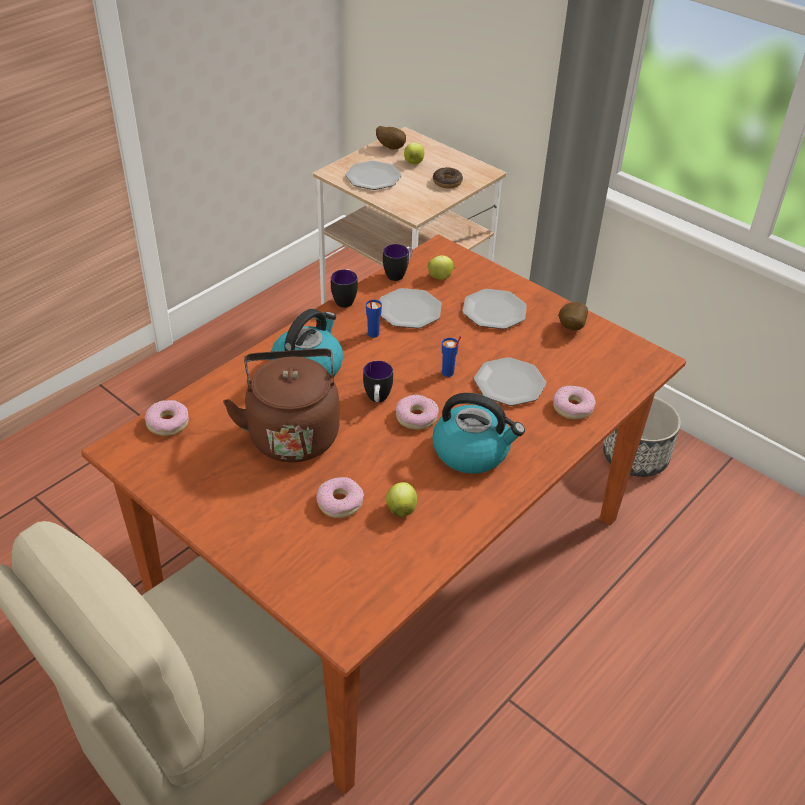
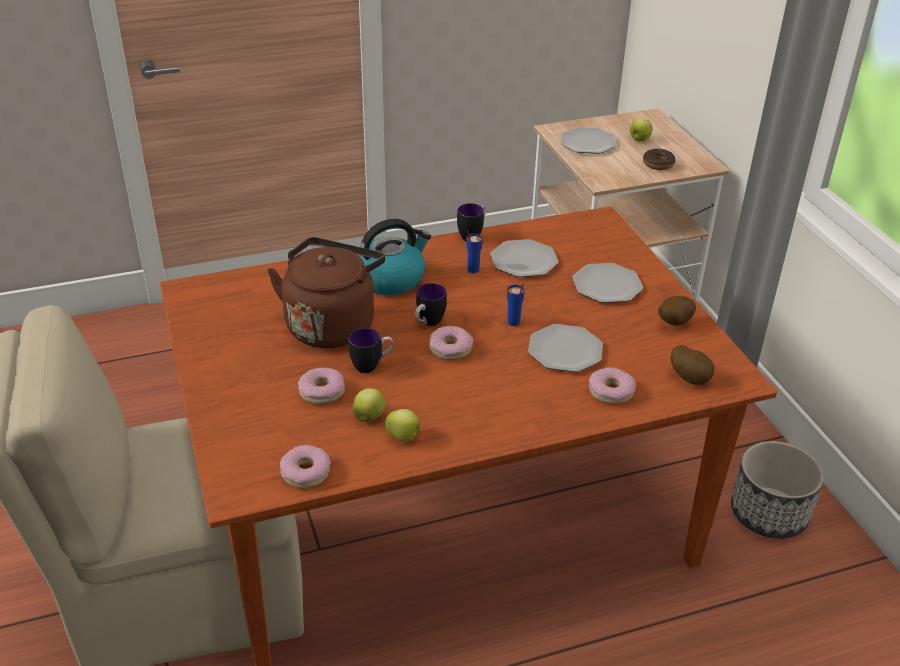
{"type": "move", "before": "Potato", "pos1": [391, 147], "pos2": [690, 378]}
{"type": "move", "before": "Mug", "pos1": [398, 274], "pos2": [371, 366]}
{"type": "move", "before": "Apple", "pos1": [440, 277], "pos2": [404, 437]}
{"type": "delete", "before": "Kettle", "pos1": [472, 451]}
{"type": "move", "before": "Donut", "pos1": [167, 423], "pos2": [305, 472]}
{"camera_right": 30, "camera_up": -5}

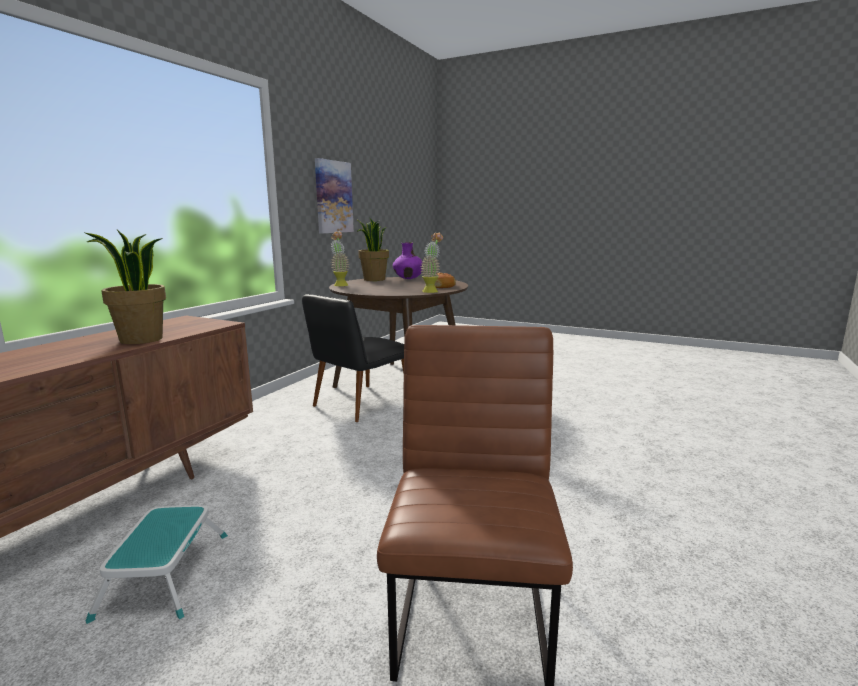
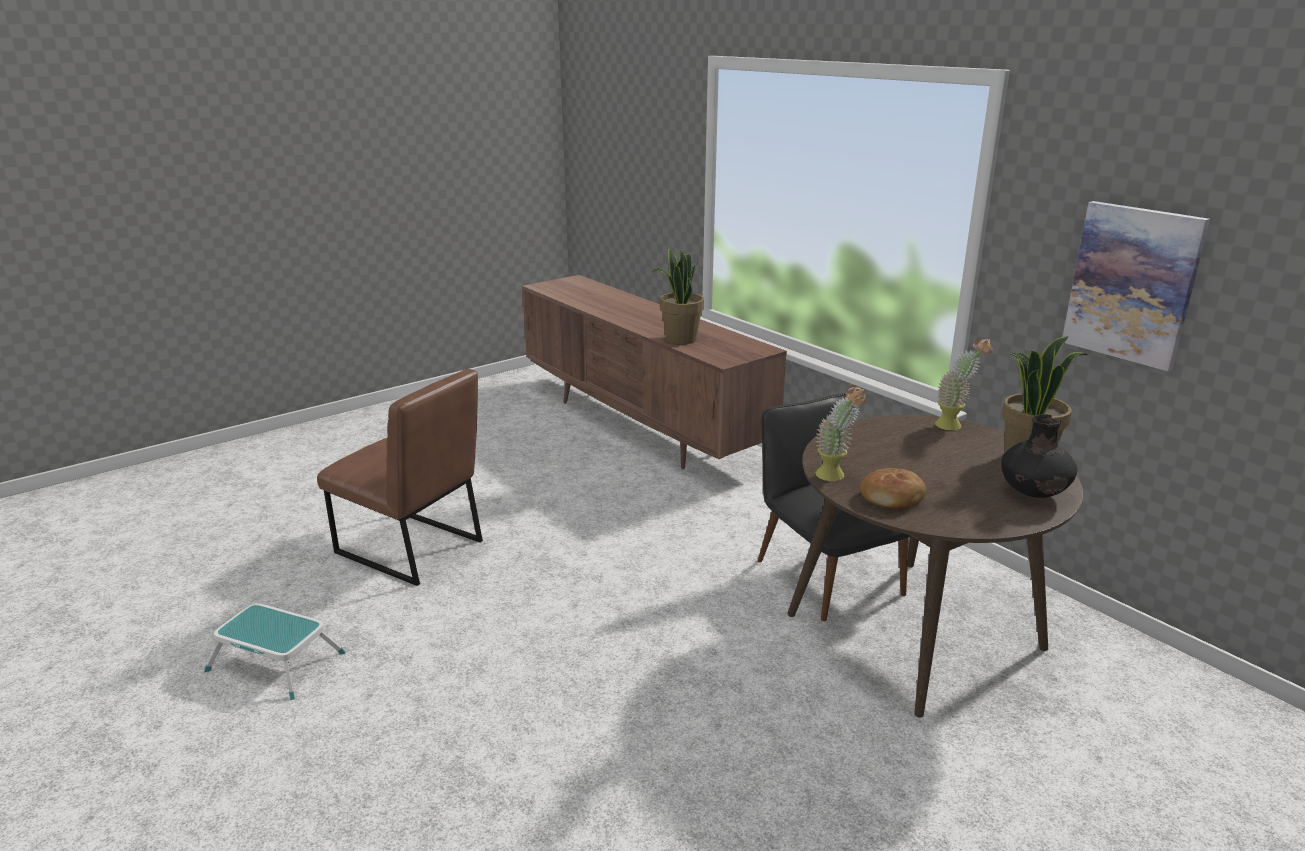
{"type": "recolor", "before": "PurpleVase", "after": "BlackVase", "pos1": [409, 279], "pos2": [1033, 493]}
{"type": "move", "before": "TurquoiseStepLadder", "pos1": [165, 574], "pos2": [275, 662]}
{"camera_right": 115, "camera_up": 10}

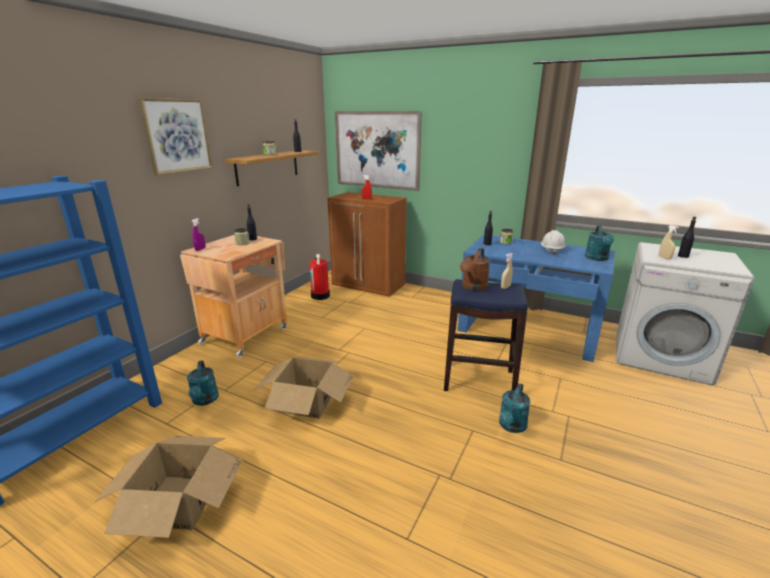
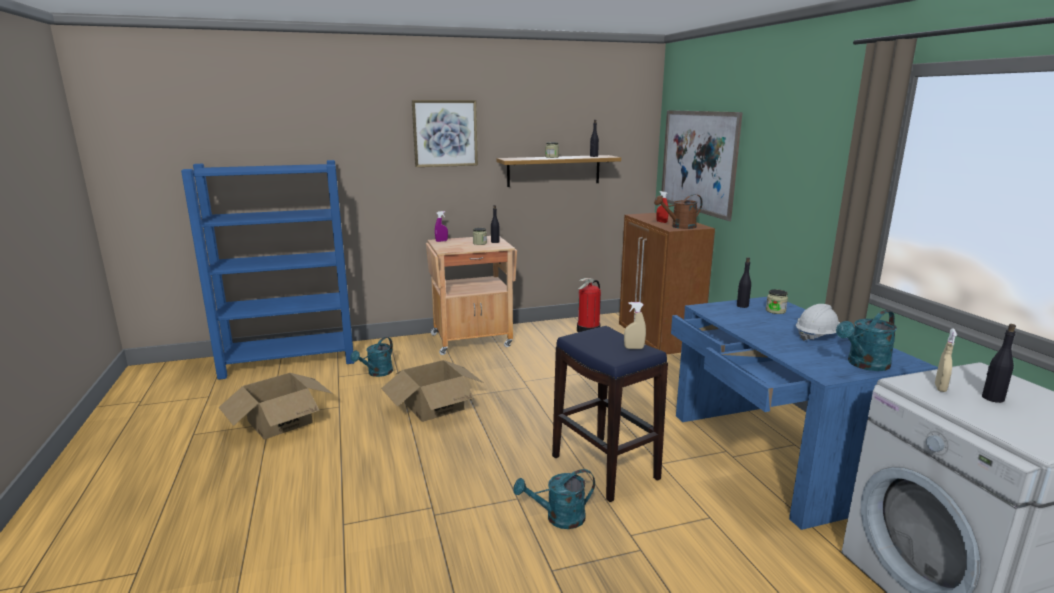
{"type": "move", "before": "BrownWateringCan", "pos1": [473, 287], "pos2": [679, 227]}
{"camera_right": 45, "camera_up": -5}

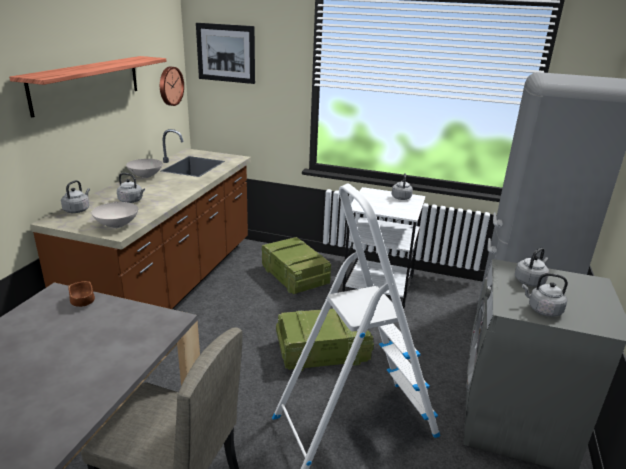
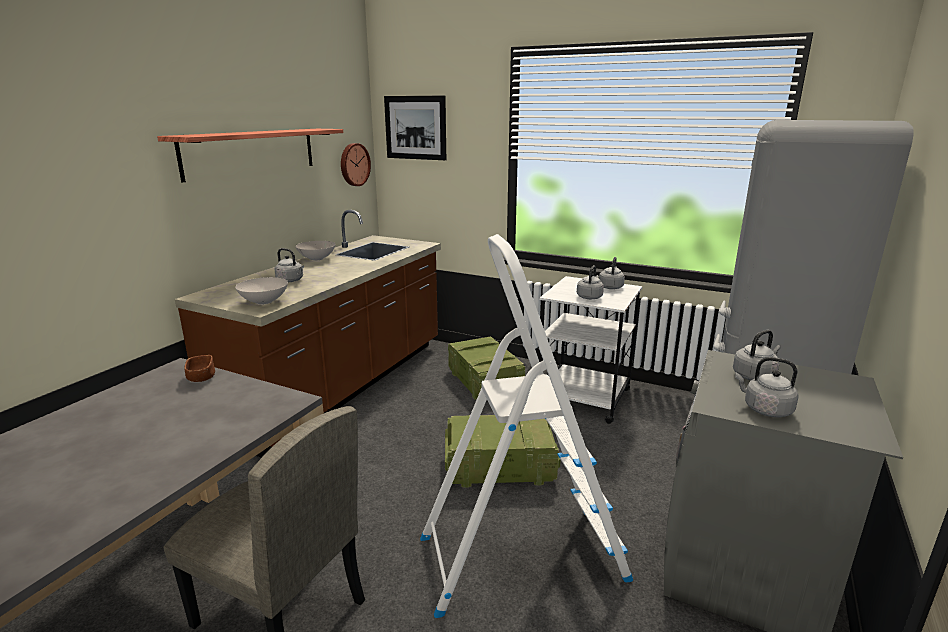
{"type": "move", "before": "GreyKettle", "pos1": [77, 210], "pos2": [590, 297]}
{"camera_right": 10, "camera_up": -5}

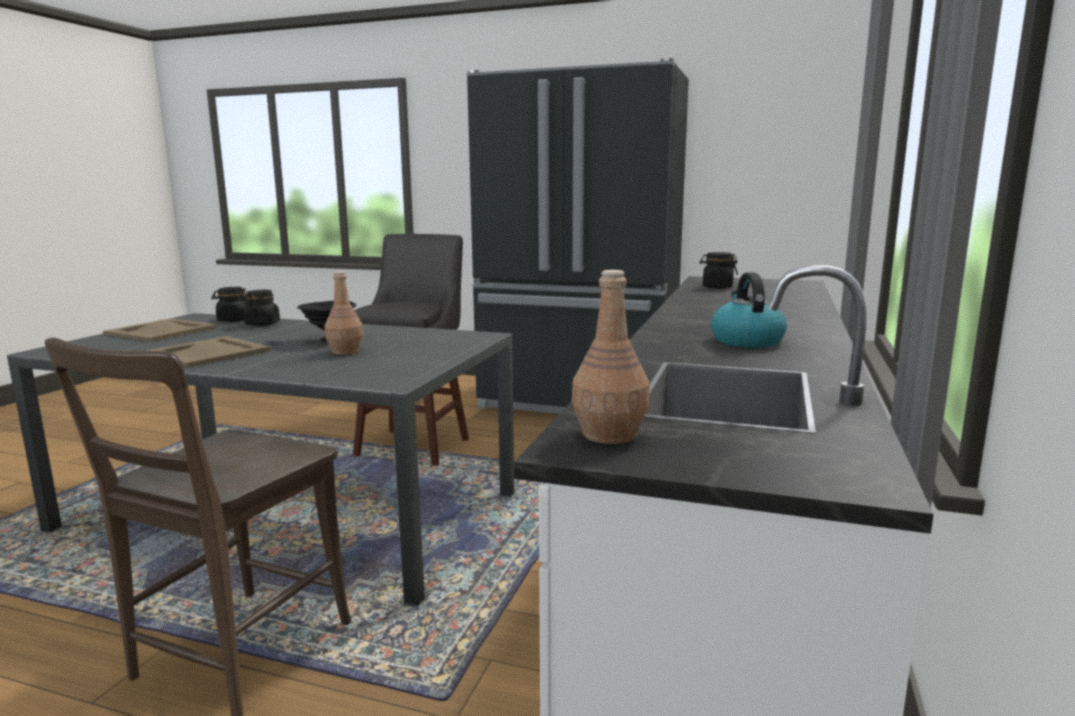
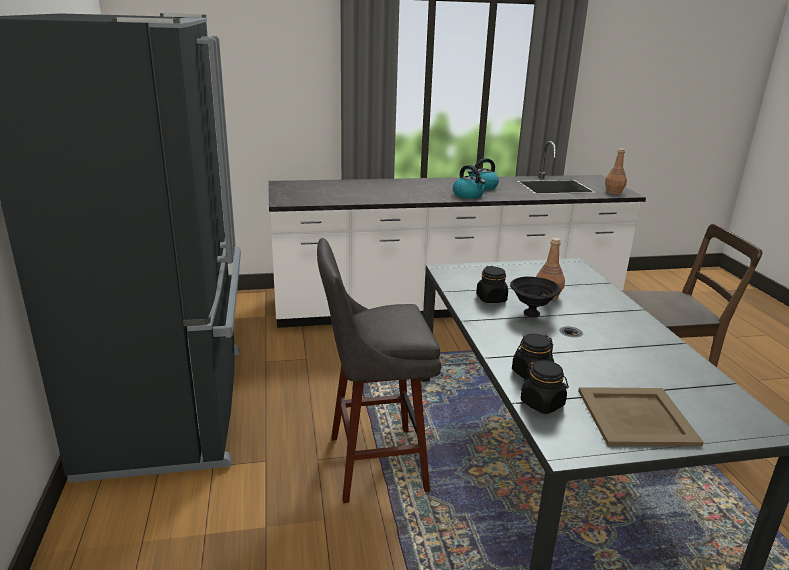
{"type": "move", "before": "BlackJar", "pos1": [717, 287], "pos2": [491, 299]}
{"type": "delete", "before": "BeigeTray", "pos1": [209, 352]}
{"type": "insert", "after": "Kettle", "pos2": [468, 195]}
{"camera_right": -120, "camera_up": 10}

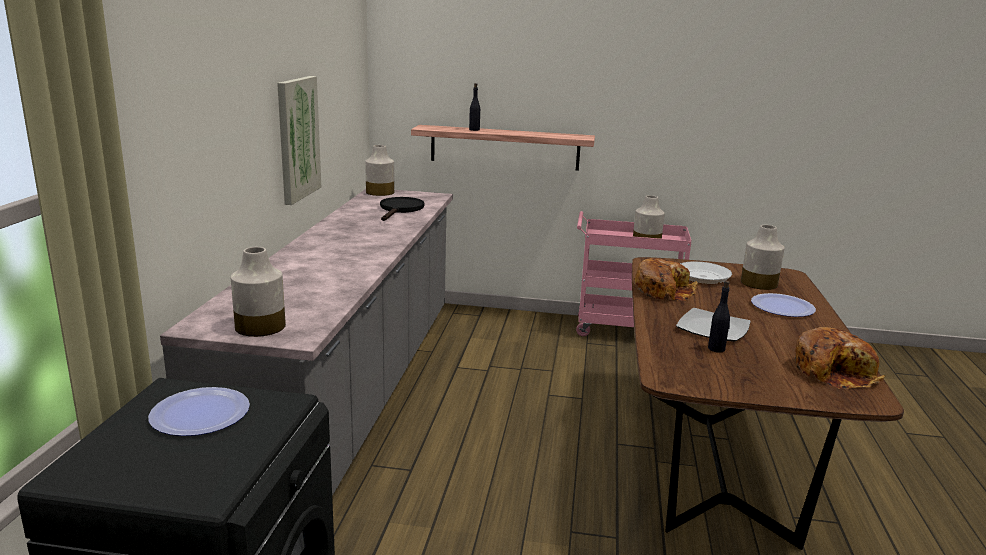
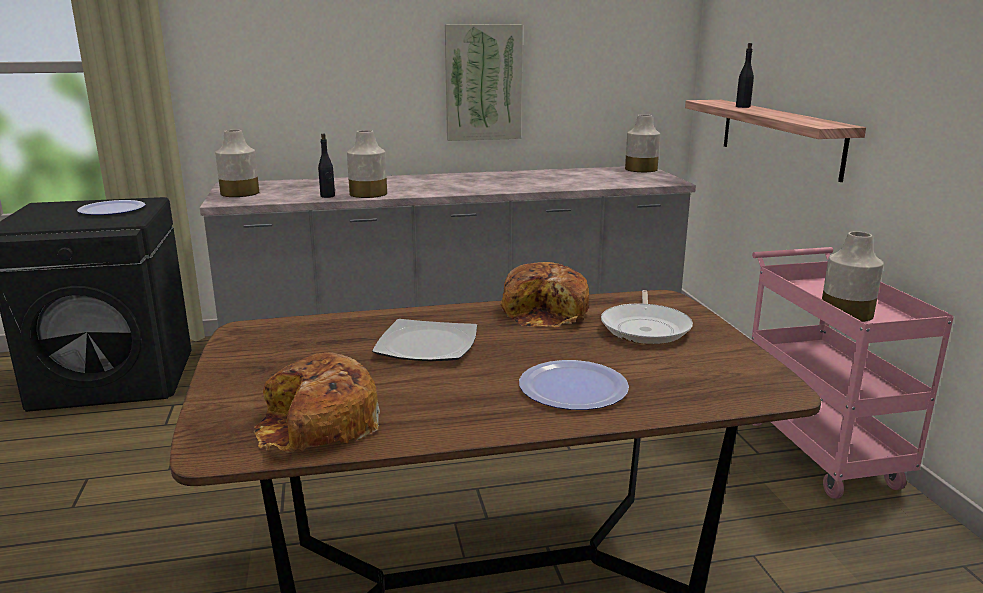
{"type": "delete", "before": "BlackFryingPan", "pos1": [400, 209]}
{"type": "move", "before": "BeigeVase", "pos1": [759, 283], "pos2": [367, 193]}
{"type": "move", "before": "BlackBottle", "pos1": [716, 349], "pos2": [327, 196]}
{"camera_right": 70, "camera_up": 0}

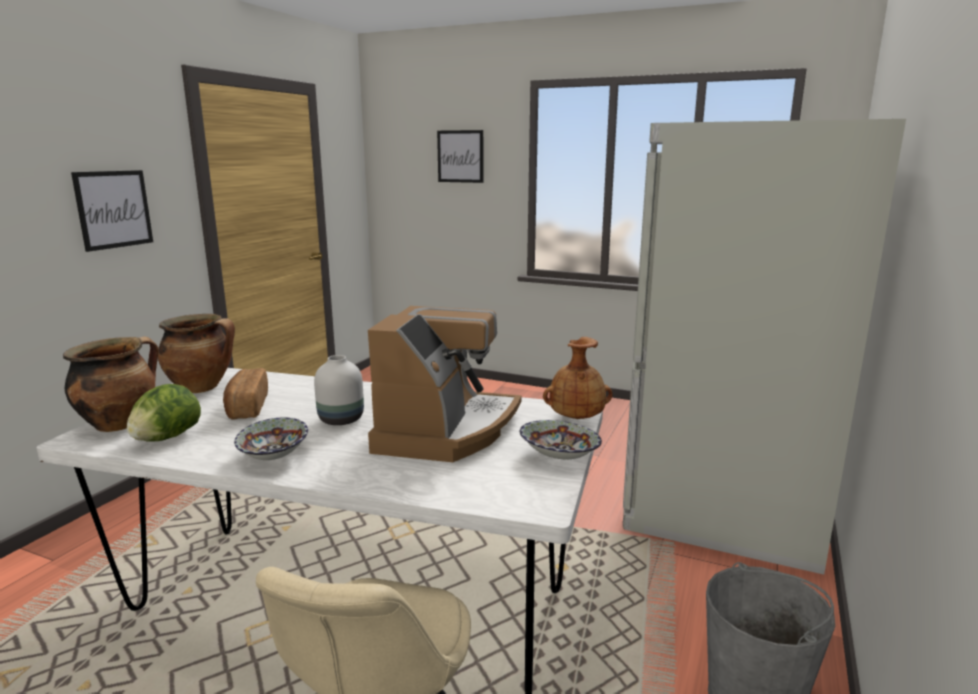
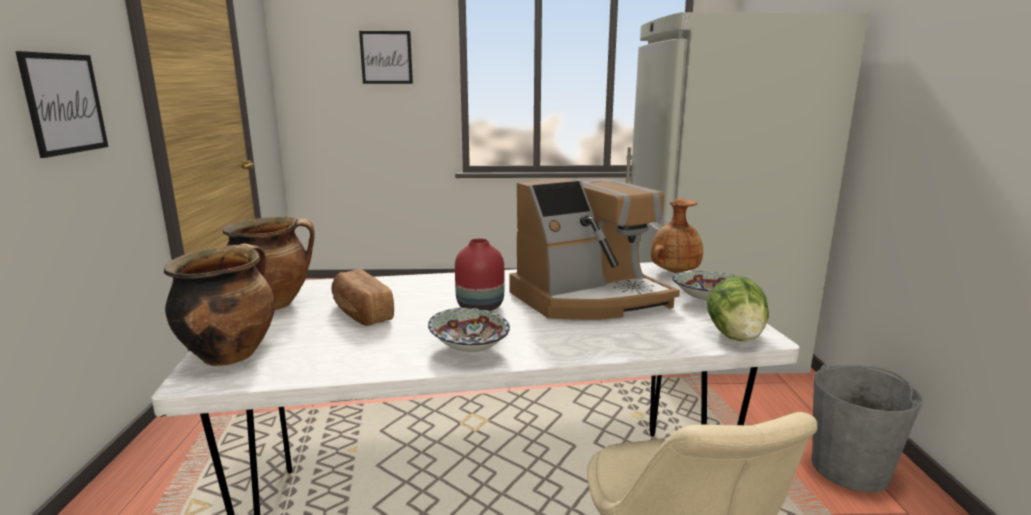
{"type": "rotate", "before": "CoffeeMachine", "pos1": [446, 430], "pos2": [590, 298], "turn": 75}
{"type": "recolor", "before": "WhiteVase", "after": "RedVase", "pos1": [342, 420], "pos2": [481, 307]}
{"type": "move", "before": "Lettuce", "pos1": [166, 438], "pos2": [735, 336]}
{"camera_right": -25, "camera_up": 0}

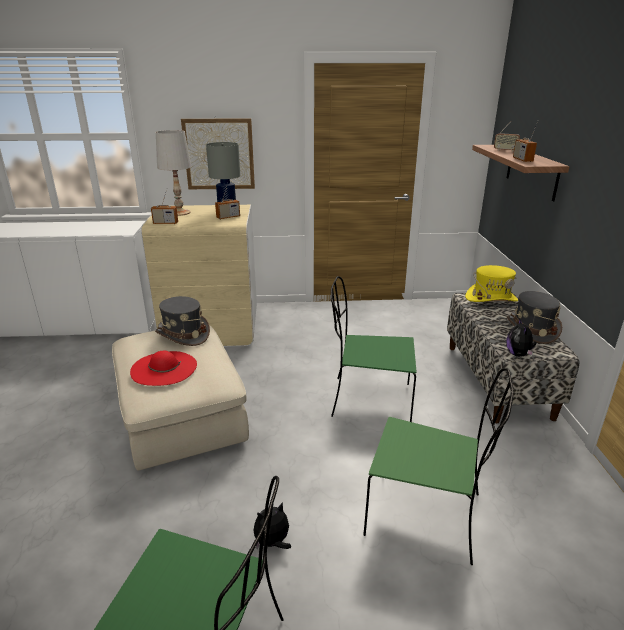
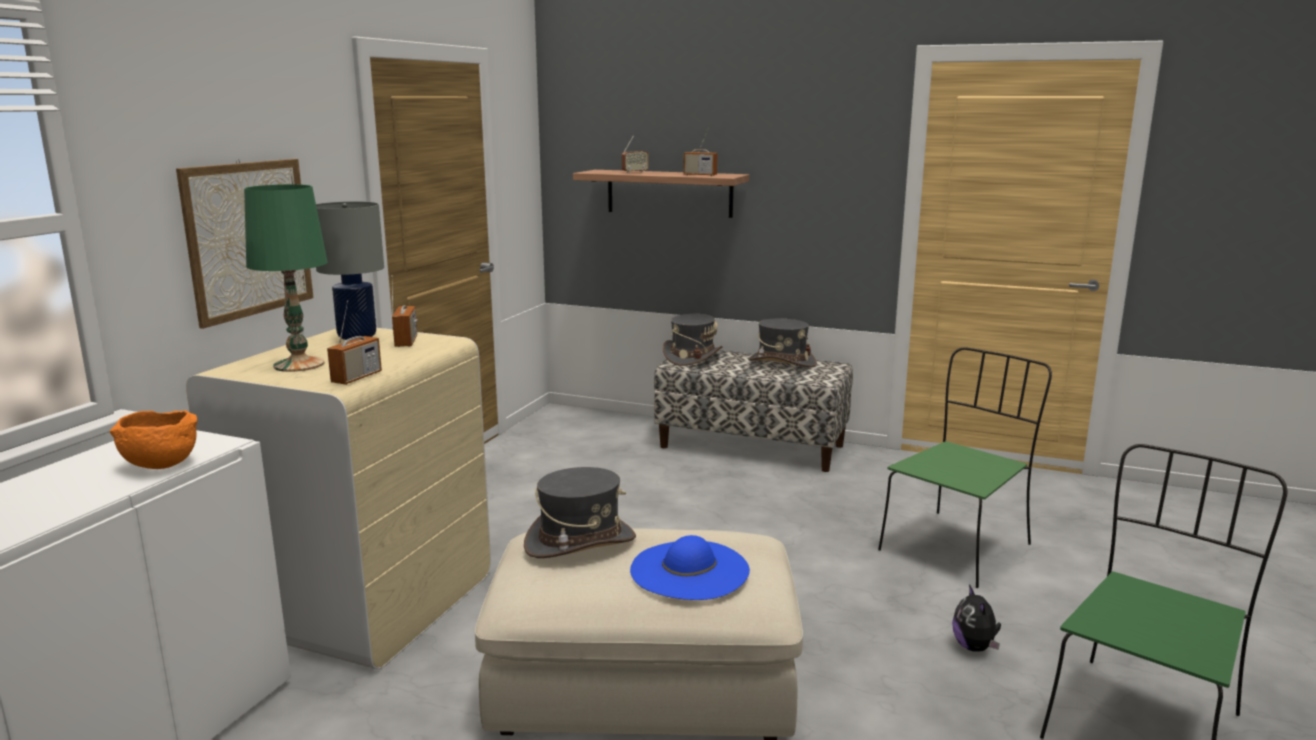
{"type": "recolor", "before": "WhiteTableLamp", "after": "GreenTableLamp", "pos1": [180, 212], "pos2": [298, 364]}
{"type": "recolor", "before": "YellowHat", "after": "GreyHat", "pos1": [491, 298], "pos2": [692, 357]}
{"type": "delete", "before": "GreenChair", "pos1": [369, 400]}
{"type": "delete", "before": "PlushToy", "pos1": [518, 354]}
{"type": "recolor", "before": "RedHat", "after": "BlueHat", "pos1": [164, 368], "pos2": [689, 570]}
{"type": "insert", "after": "OrangeBowl", "pos2": [159, 466]}
{"camera_right": -65, "camera_up": -10}

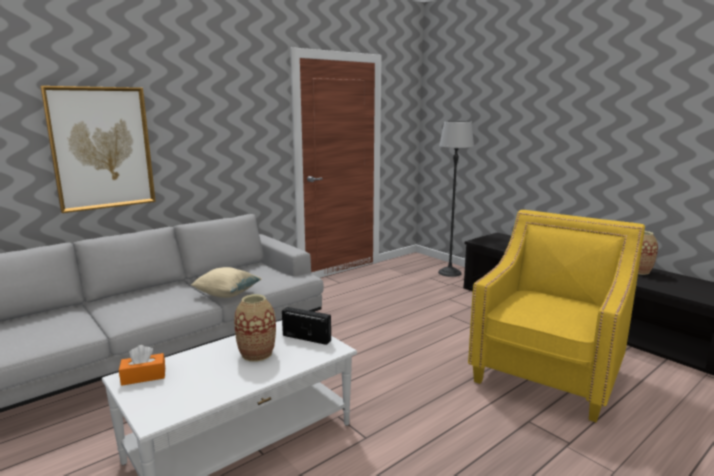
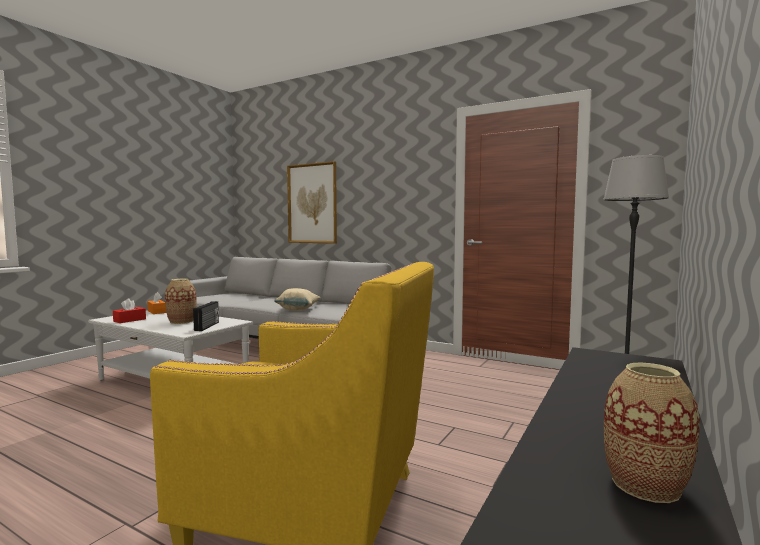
{"type": "insert", "after": "RedTissueBox", "pos2": [129, 320]}
{"camera_right": 70, "camera_up": -10}

